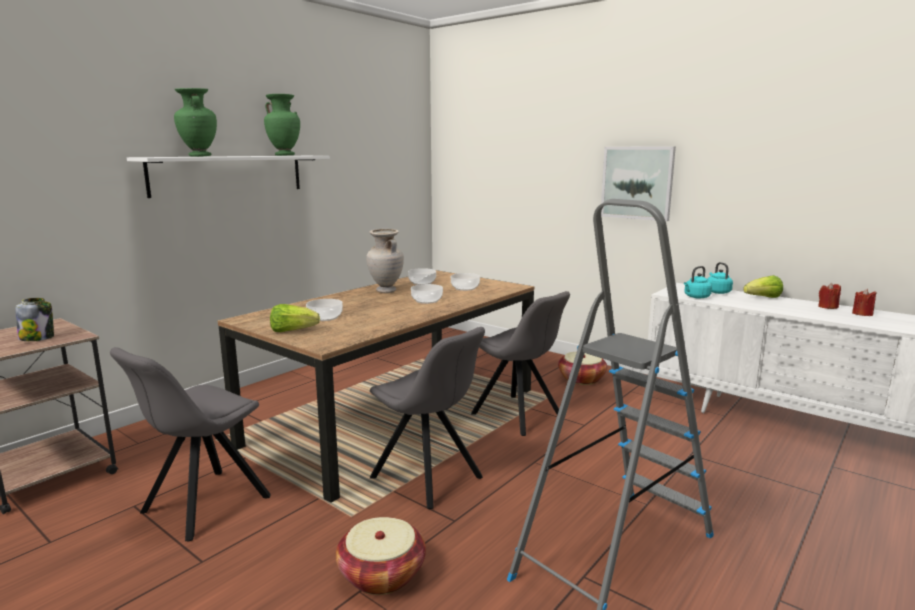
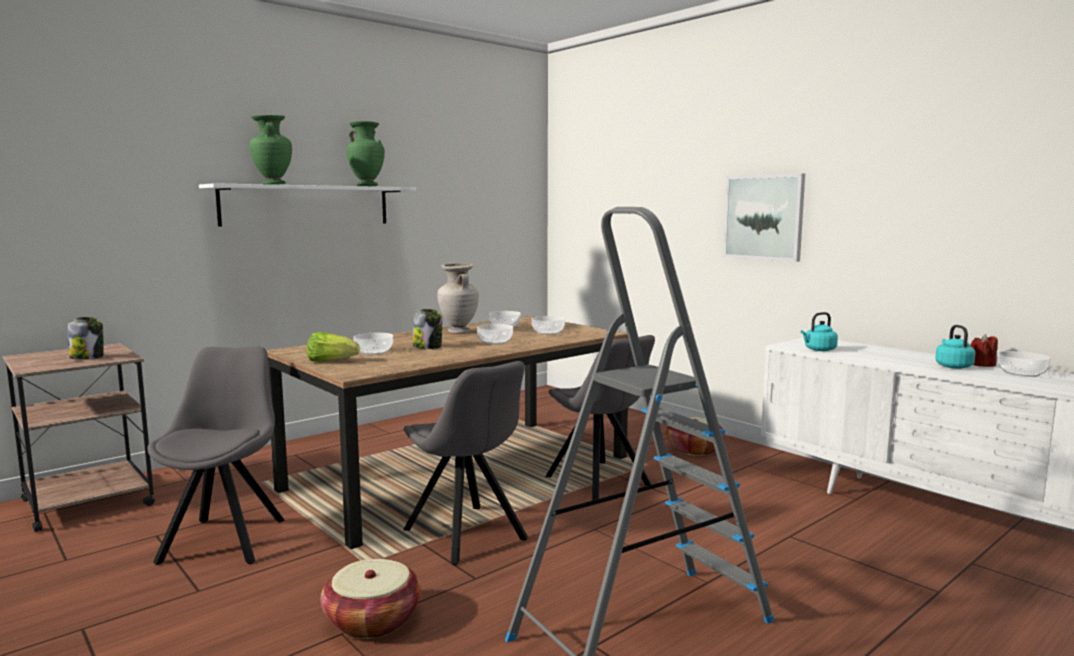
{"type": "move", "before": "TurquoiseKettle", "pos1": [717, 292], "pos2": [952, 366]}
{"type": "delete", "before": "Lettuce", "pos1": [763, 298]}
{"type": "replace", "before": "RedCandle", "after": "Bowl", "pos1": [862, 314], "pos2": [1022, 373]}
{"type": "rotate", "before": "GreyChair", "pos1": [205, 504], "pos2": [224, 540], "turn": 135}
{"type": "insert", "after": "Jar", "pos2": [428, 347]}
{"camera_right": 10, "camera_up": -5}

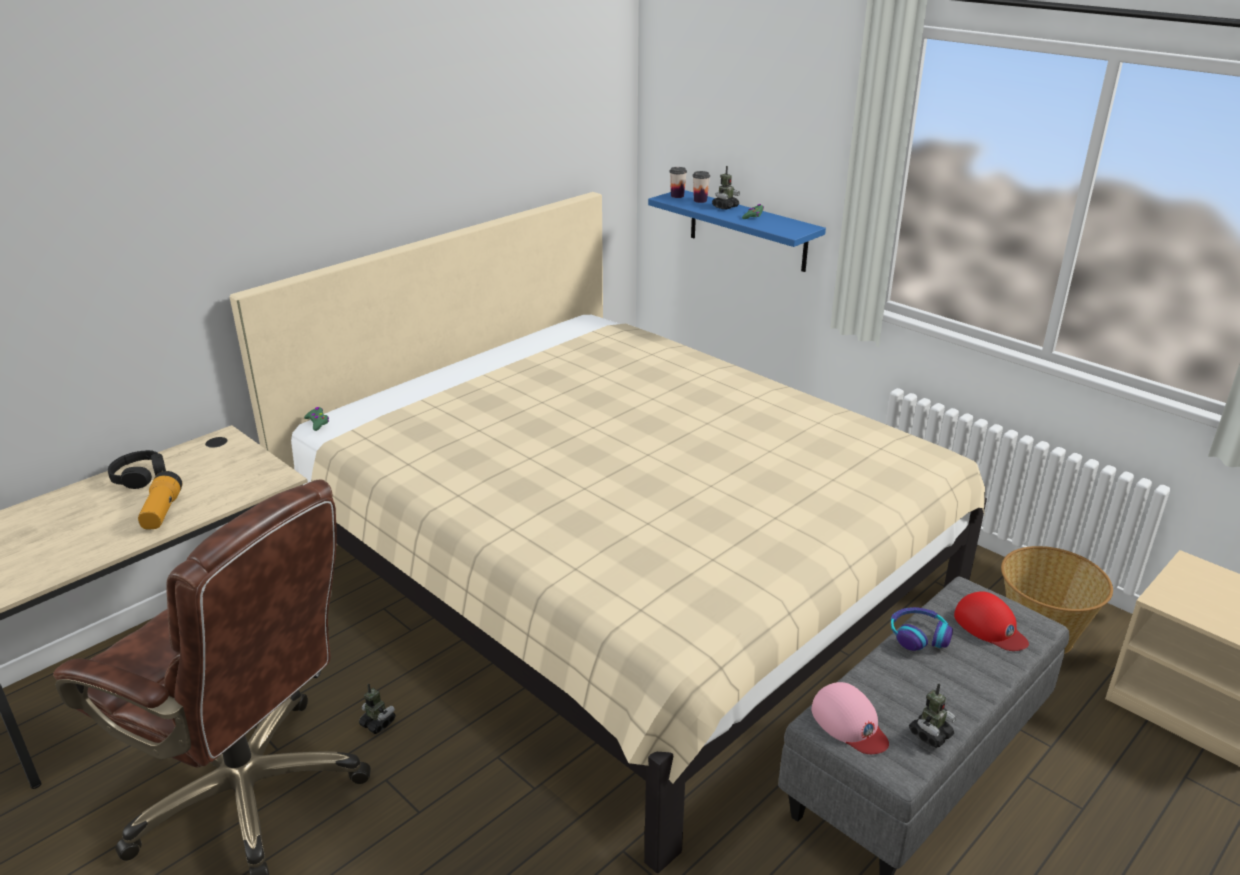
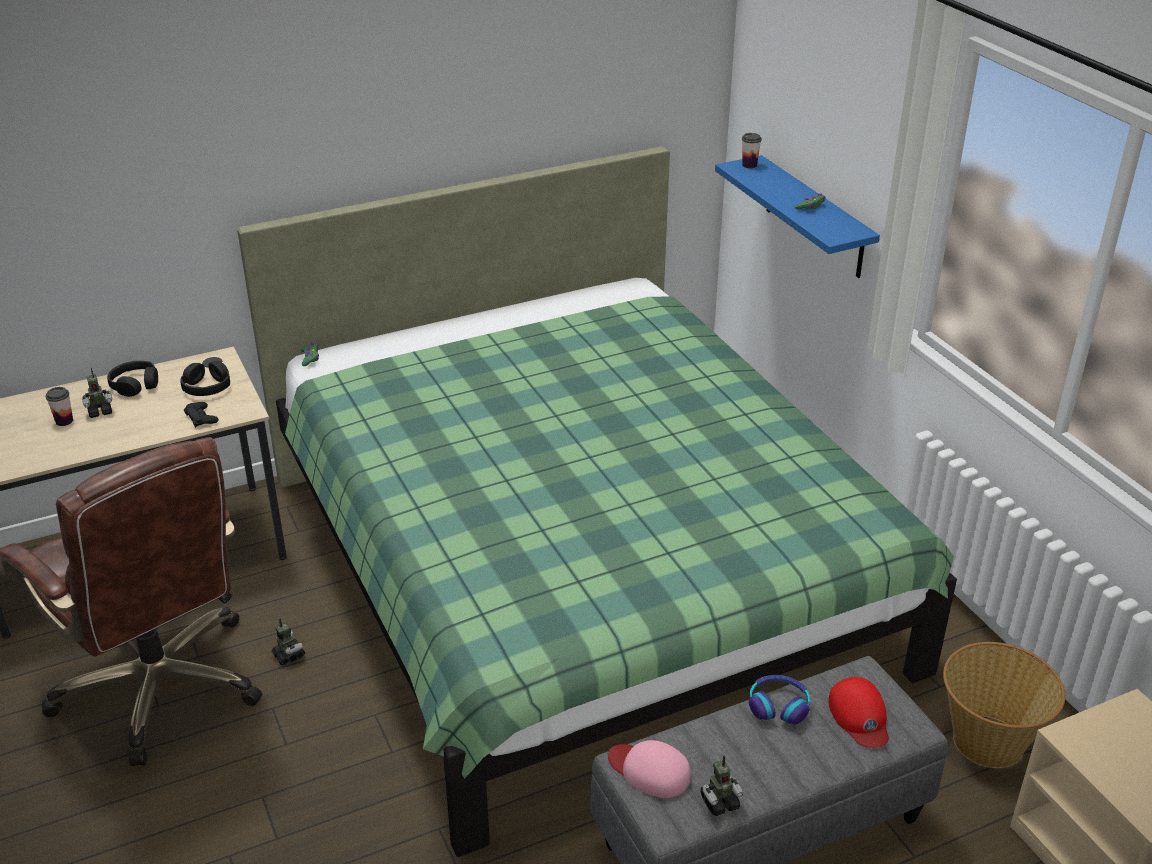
{"type": "move", "before": "ToyRobot", "pos1": [725, 207], "pos2": [100, 411]}
{"type": "move", "before": "Cup", "pos1": [700, 200], "pos2": [64, 421]}
{"type": "recolor", "before": "BeigeBed", "after": "GreenBed", "pos1": [619, 579], "pos2": [576, 572]}
{"type": "delete", "before": "Flashlight", "pos1": [162, 512]}
{"type": "rotate", "before": "PinkCap", "pos1": [849, 723], "pos2": [649, 770], "turn": 135}
{"type": "insert", "after": "BlackHeadphones", "pos2": [207, 387]}
{"type": "insert", "after": "BlackGameController", "pos2": [201, 418]}
{"camera_right": 20, "camera_up": 5}

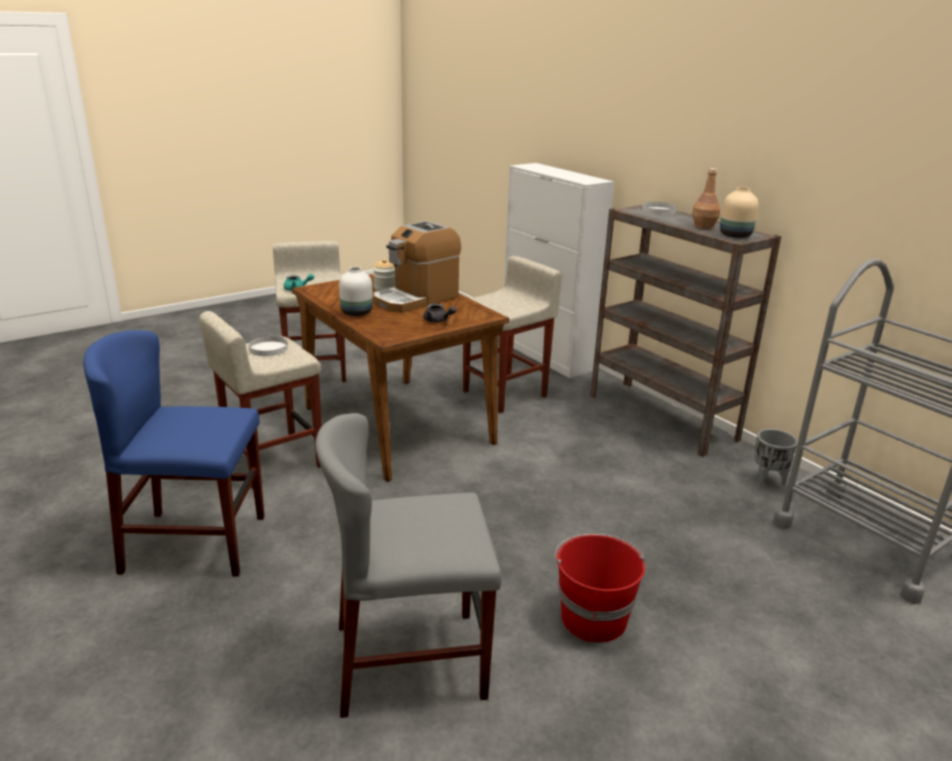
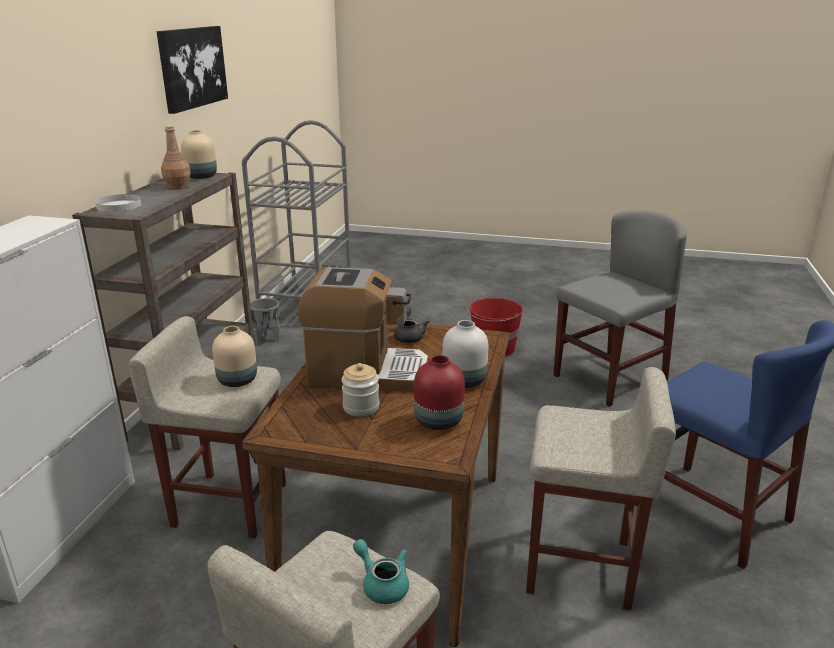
{"type": "delete", "before": "WhitePlate", "pos1": [268, 348]}
{"type": "rotate", "before": "GreyChair", "pos1": [410, 661], "pos2": [609, 378], "turn": -75}
{"type": "insert", "after": "Picture", "pos2": [192, 67]}
{"type": "insert", "after": "BeigeVase", "pos2": [238, 380]}
{"type": "insert", "after": "RedVase", "pos2": [440, 421]}
{"camera_right": -130, "camera_up": 0}

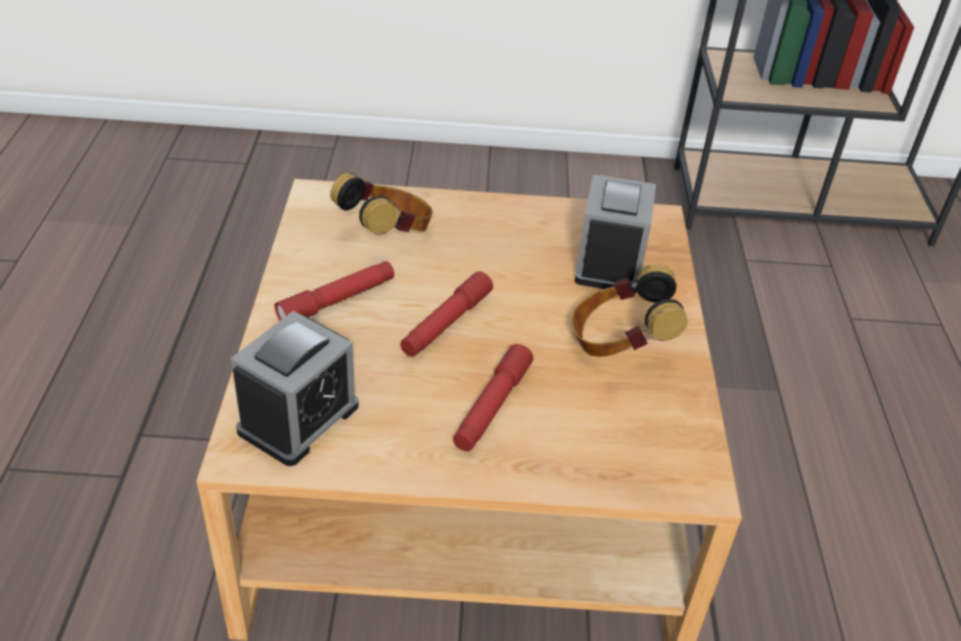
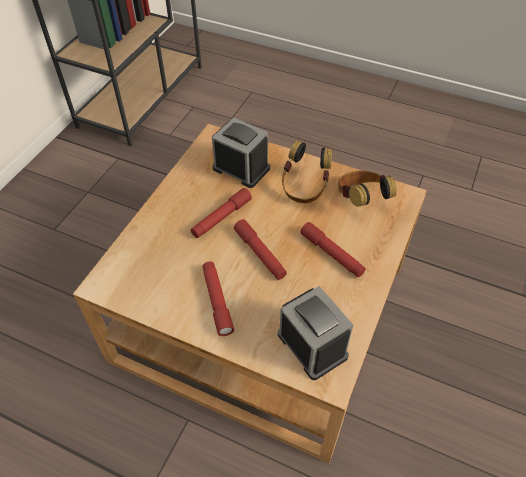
{"type": "move", "before": "Headphones", "pos1": [387, 234], "pos2": [360, 200]}
{"type": "insert", "after": "RedFlashlight", "pos2": [221, 217]}
{"camera_right": -65, "camera_up": 10}

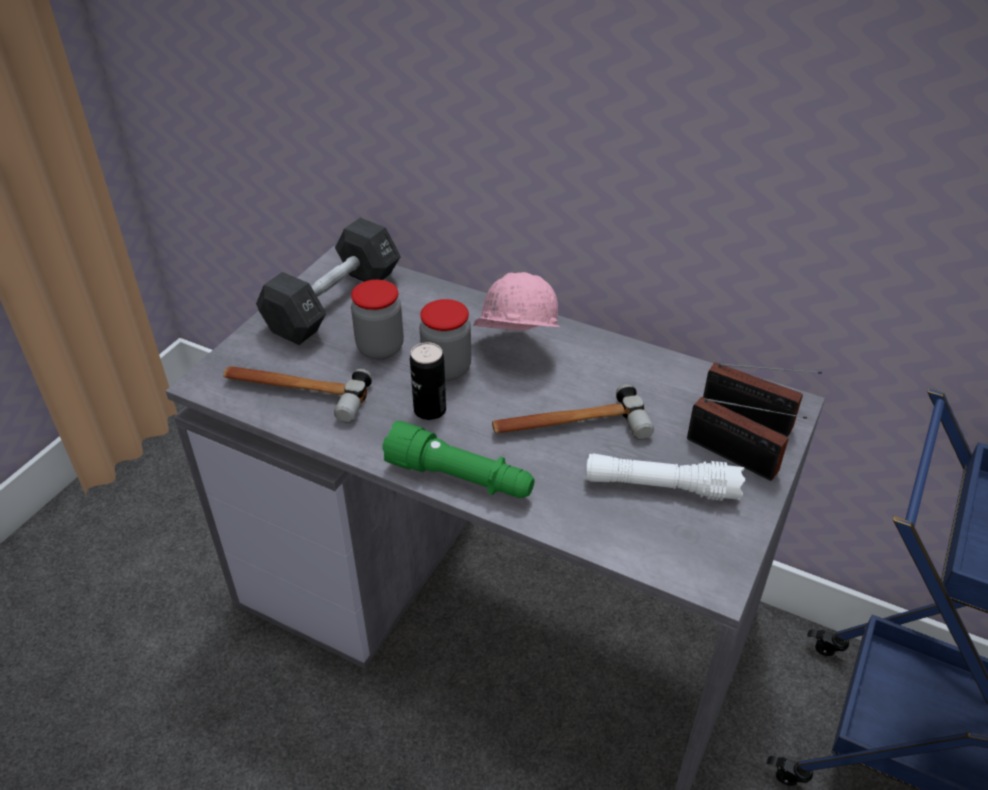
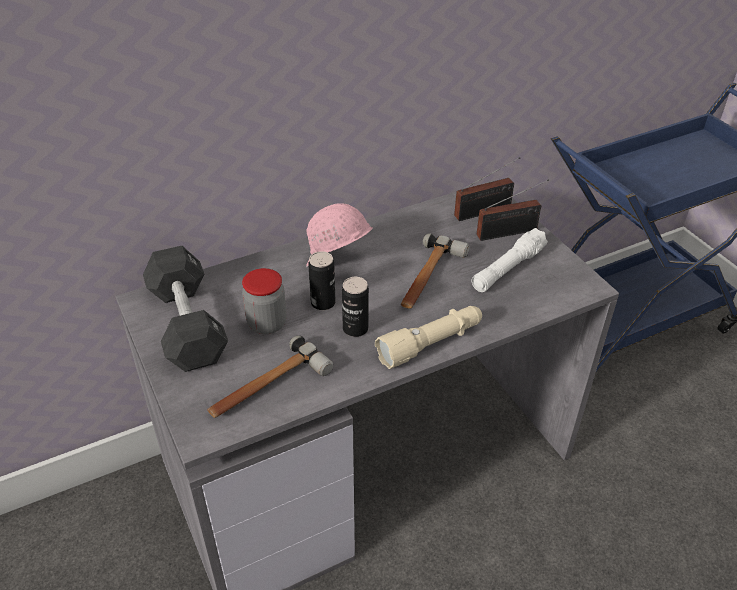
{"type": "replace", "before": "Jar", "after": "Can", "pos1": [447, 369], "pos2": [323, 303]}
{"type": "recolor", "before": "GreenFlashlight", "after": "BeigeFlashlight", "pos1": [460, 478], "pos2": [431, 344]}
{"camera_right": -55, "camera_up": 0}

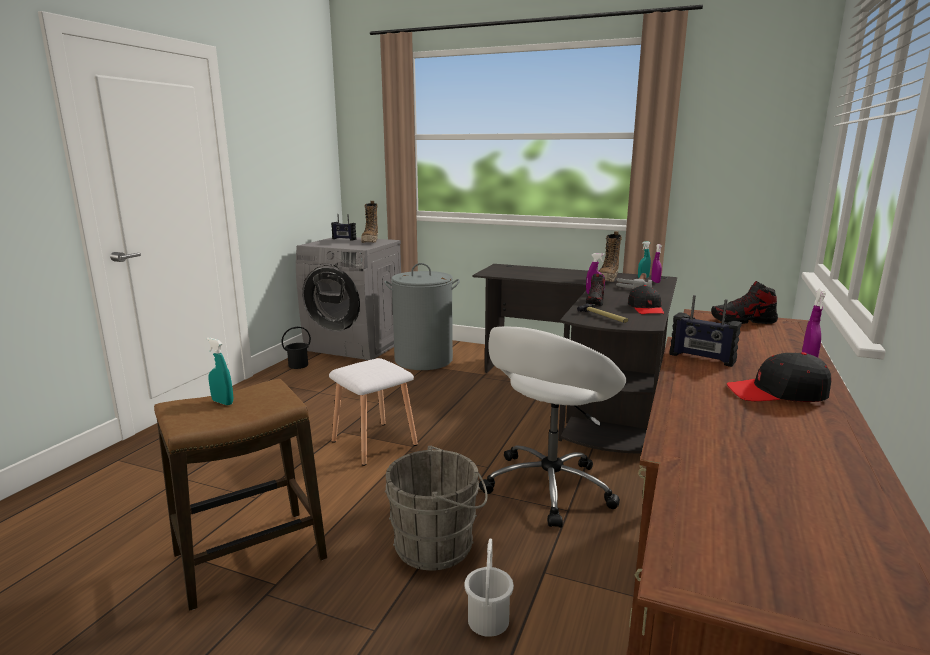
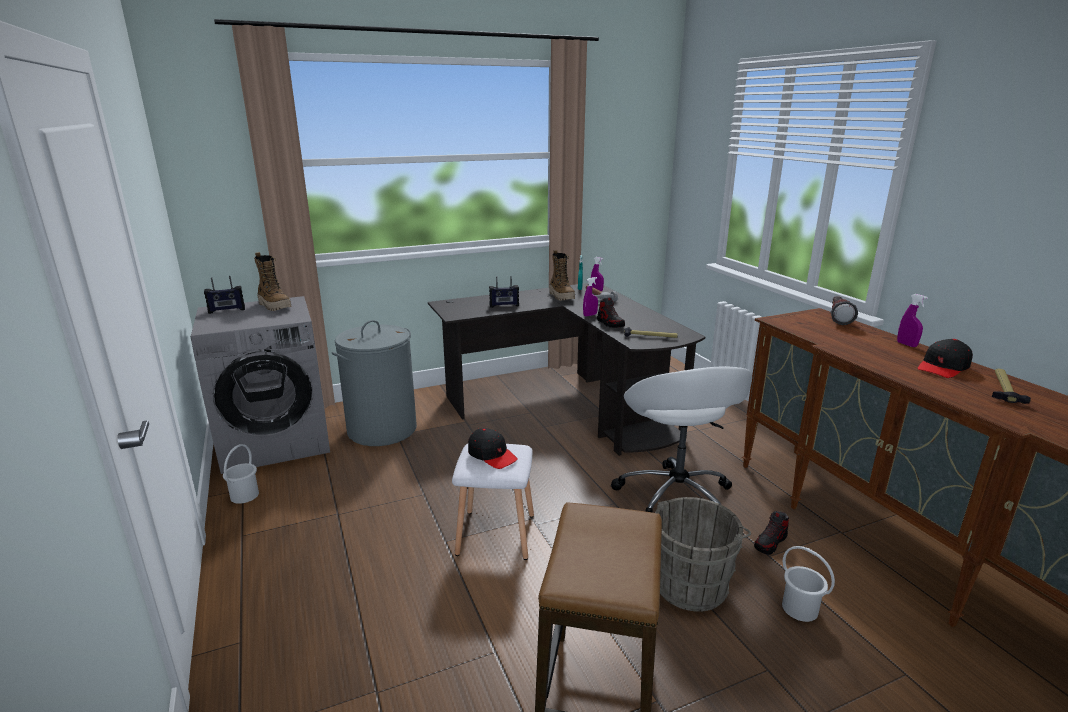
{"type": "move", "before": "Shoe", "pos1": [743, 321], "pos2": [770, 543]}
{"type": "move", "before": "BlackCap", "pos1": [646, 308], "pos2": [492, 455]}
{"type": "move", "before": "Radio", "pos1": [701, 358], "pos2": [504, 305]}
{"type": "recolor", "before": "BlackBucket", "after": "WhiteBucket", "pos1": [298, 365], "pos2": [245, 495]}
{"type": "delete", "before": "TurquoiseSprayBottle", "pos1": [222, 402]}
{"type": "insert", "after": "Flashlight", "pos2": [838, 318]}
{"type": "insert", "after": "Hammer", "pos2": [1003, 389]}
{"camera_right": -45, "camera_up": 5}

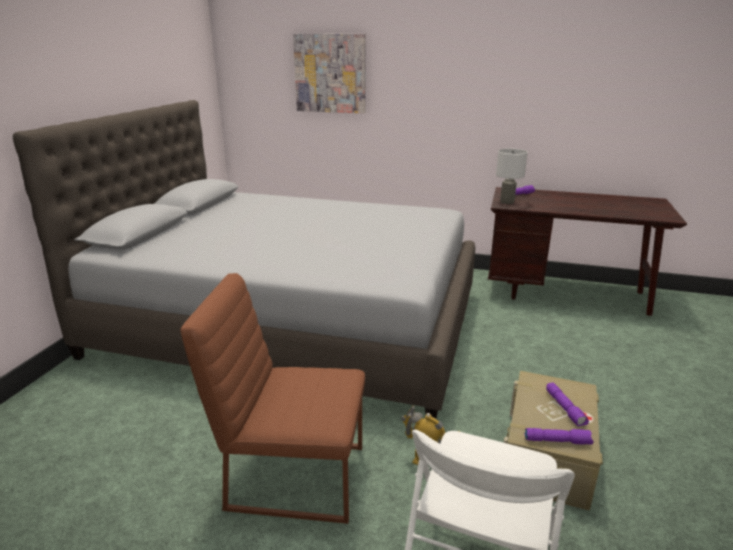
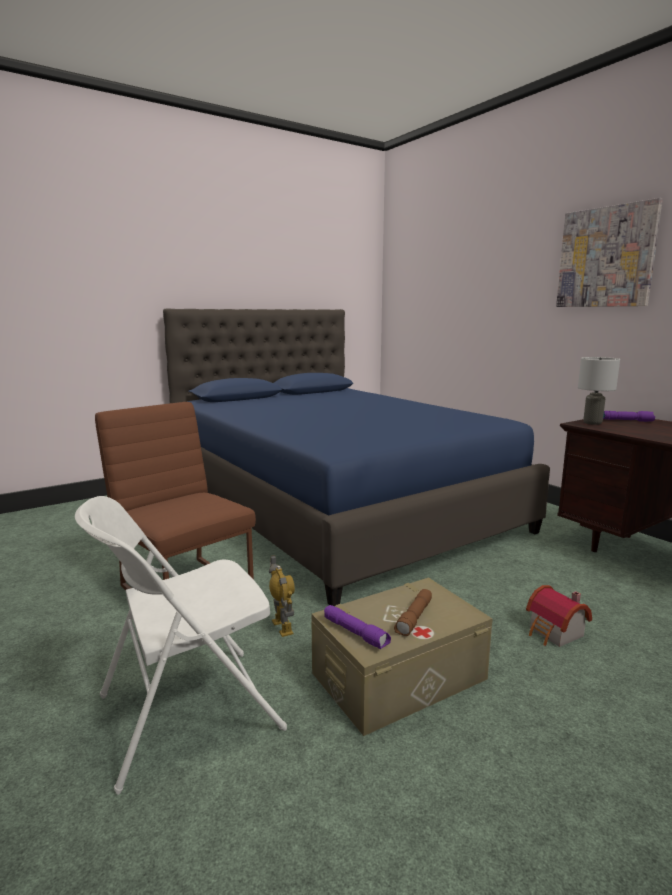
{"type": "move", "before": "Picture", "pos1": [330, 73], "pos2": [606, 257]}
{"type": "recolor", "before": "GreyBed", "after": "BlueBed", "pos1": [291, 323], "pos2": [336, 505]}
{"type": "recolor", "before": "PurpleFlashlight", "after": "BrownFlashlight", "pos1": [565, 409], "pos2": [415, 618]}
{"type": "insert", "after": "ToyHouse", "pos2": [555, 633]}
{"camera_right": 40, "camera_up": -10}

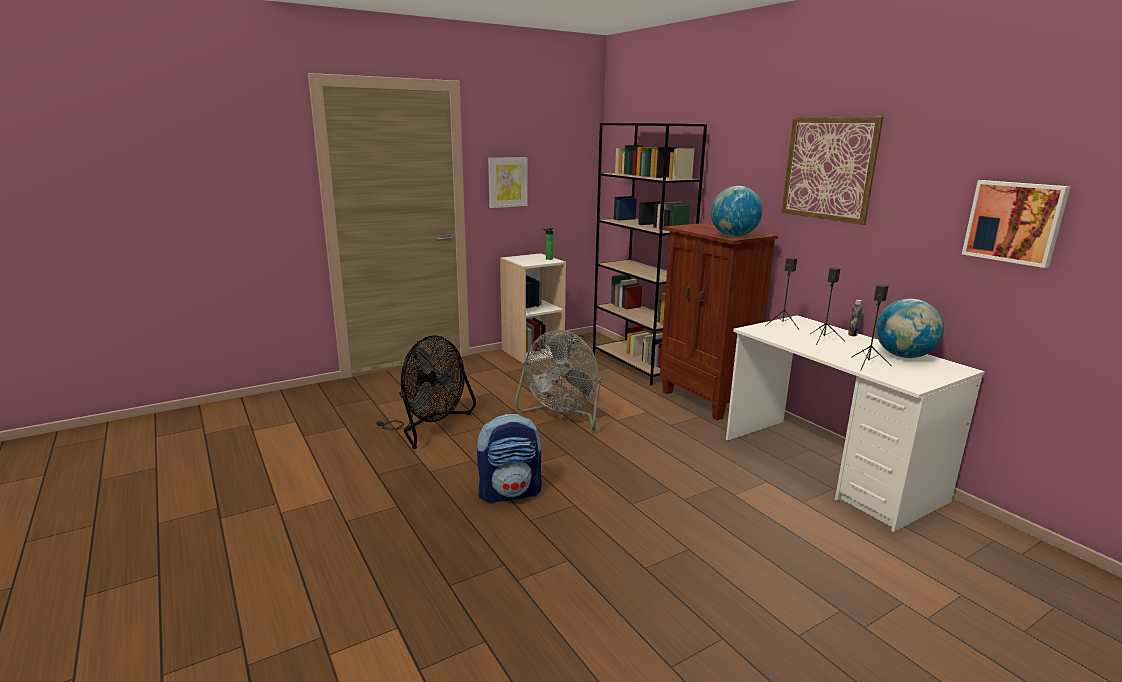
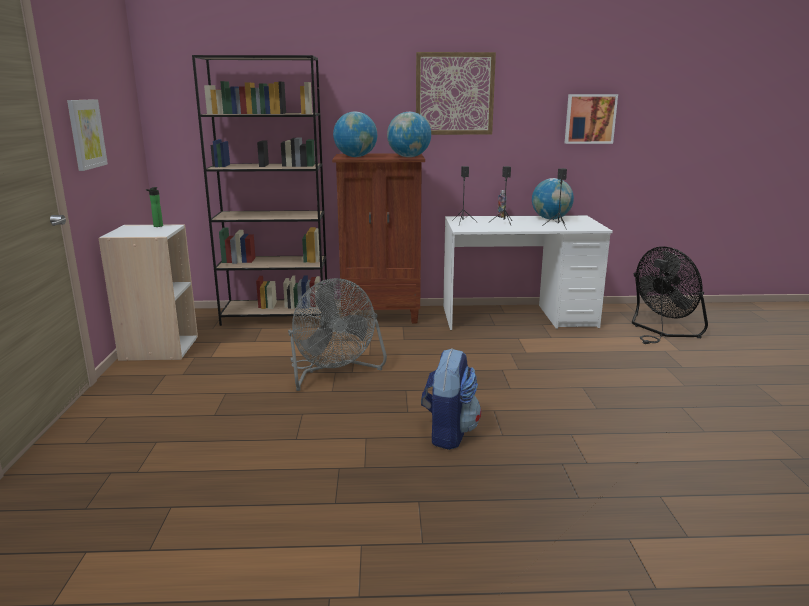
{"type": "move", "before": "BlackFan", "pos1": [427, 427], "pos2": [658, 329]}
{"type": "insert", "after": "Globe", "pos2": [356, 157]}
{"camera_right": -60, "camera_up": 0}

